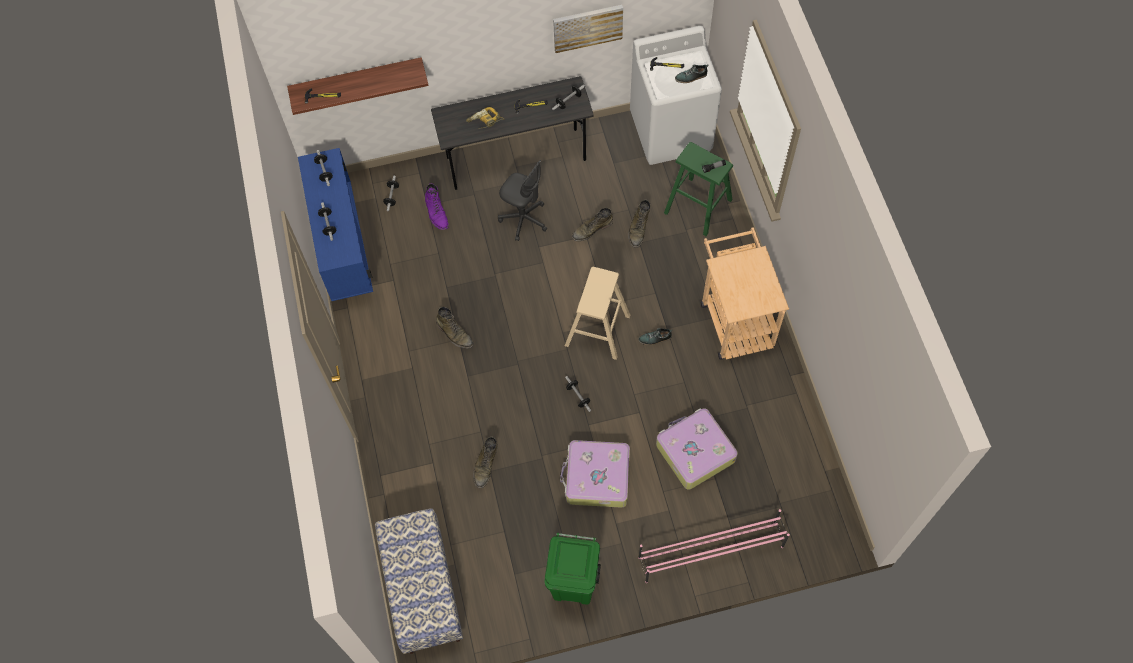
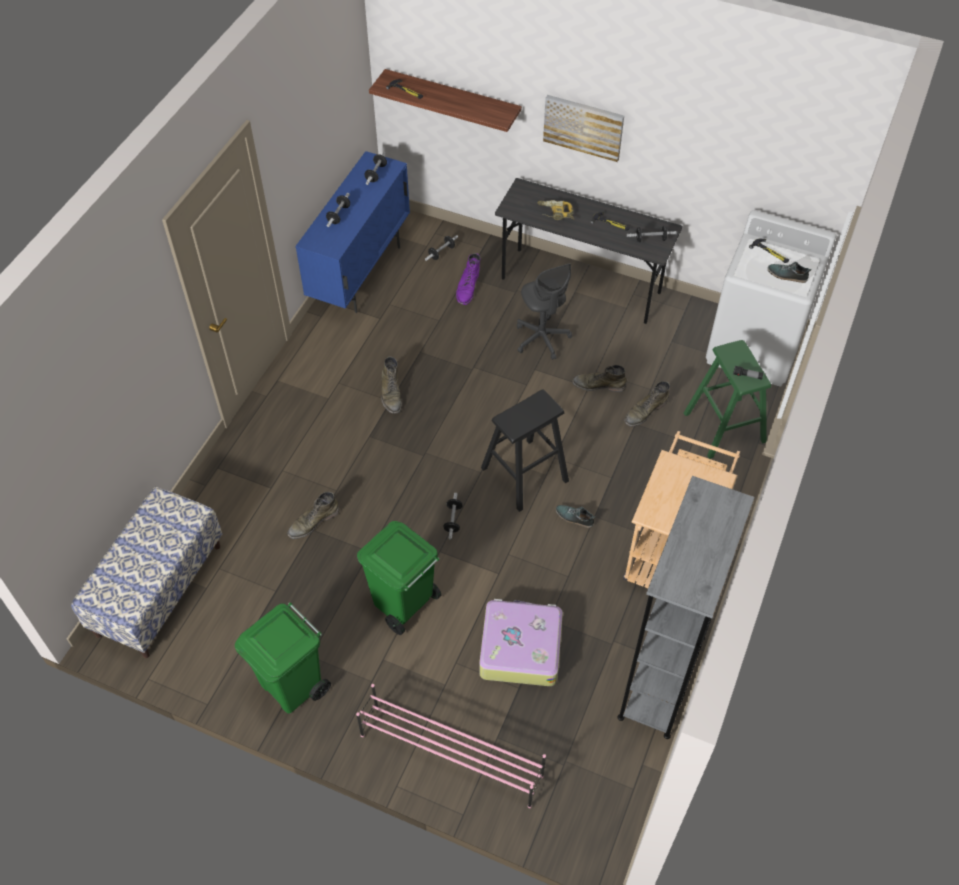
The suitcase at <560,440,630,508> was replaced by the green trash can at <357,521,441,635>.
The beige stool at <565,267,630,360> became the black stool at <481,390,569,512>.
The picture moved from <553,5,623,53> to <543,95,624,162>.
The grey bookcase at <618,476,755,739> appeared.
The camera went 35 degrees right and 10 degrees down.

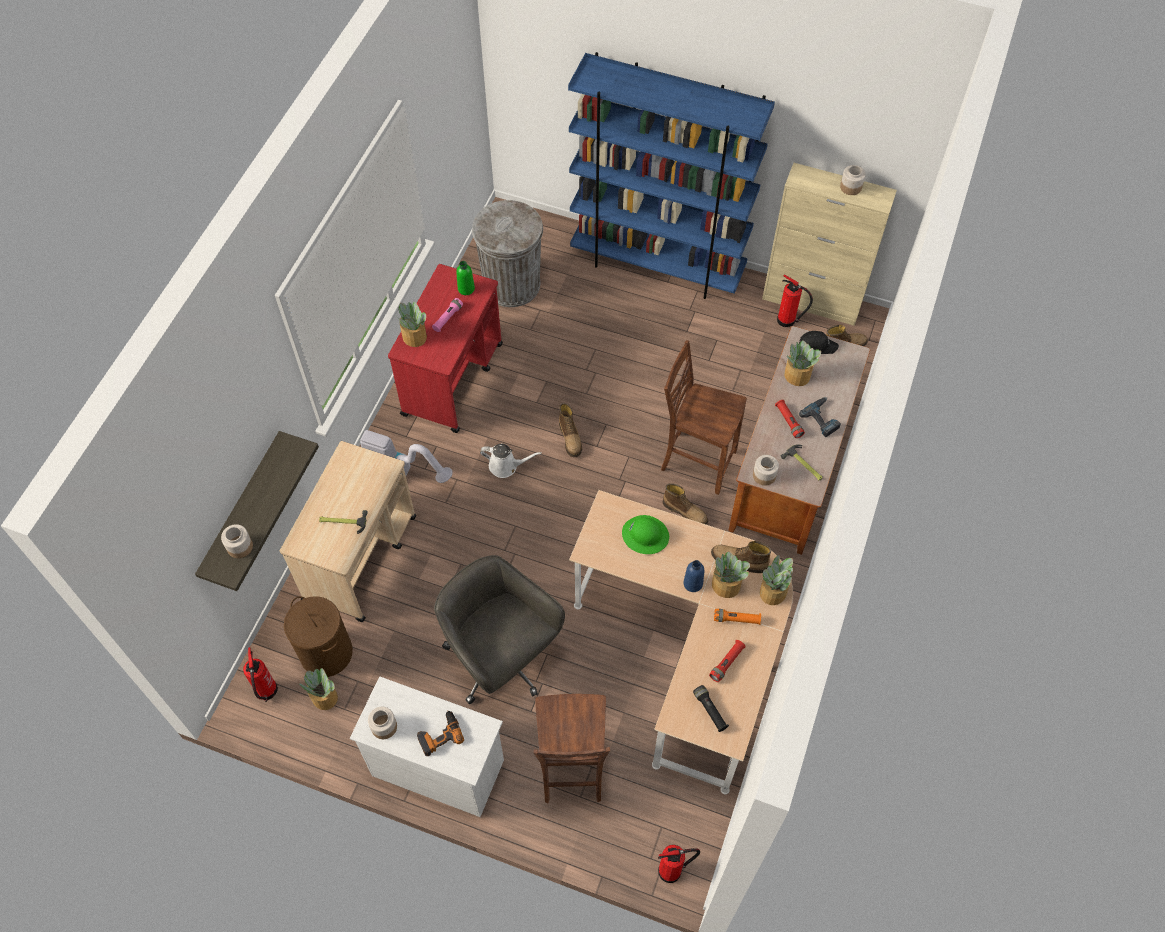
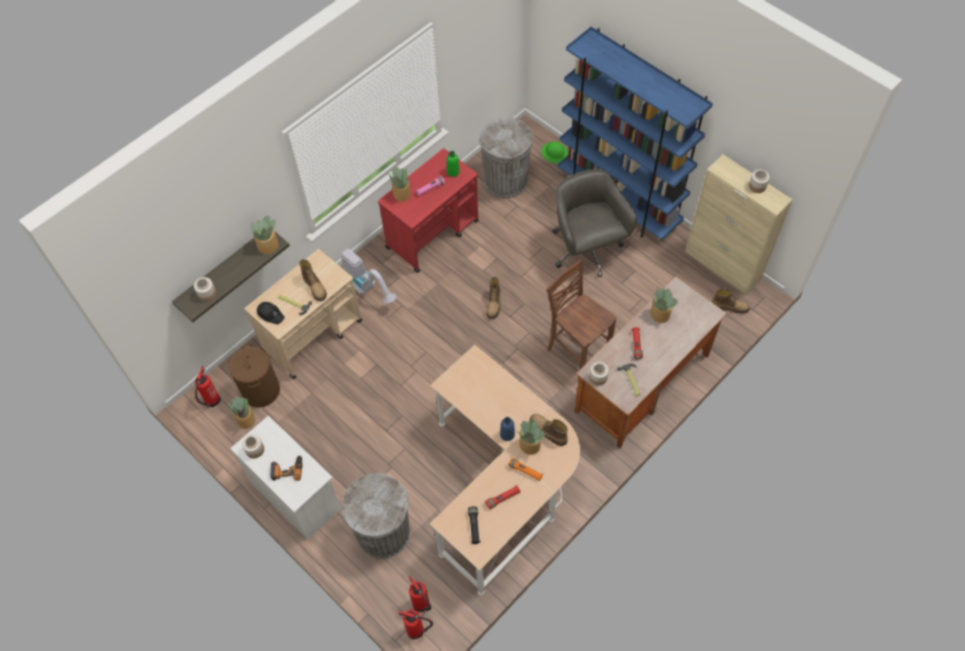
The potted plant moved from <760,554,793,605> to <251,215,279,254>.
The black cap moved from <799,331,839,354> to <257,302,285,324>.
The boot moved from <663,483,708,525> to <299,259,327,301>.
The brown chair at <533,694,610,803> was replaced by the grey trash can at <342,473,410,559>.
The fire extinguisher moved from <777,275,813,327> to <409,576,431,612>.
The green hard hat moved from <622,515,669,554> to <541,141,569,164>.
The grey office chair moved from <434,555,565,704> to <553,169,637,277>.
The white watering can at <480,444,542,478> disappeared.
The power drill at <799,397,841,437> disappeared.
The camera went 25 degrees right and 0 degrees up.

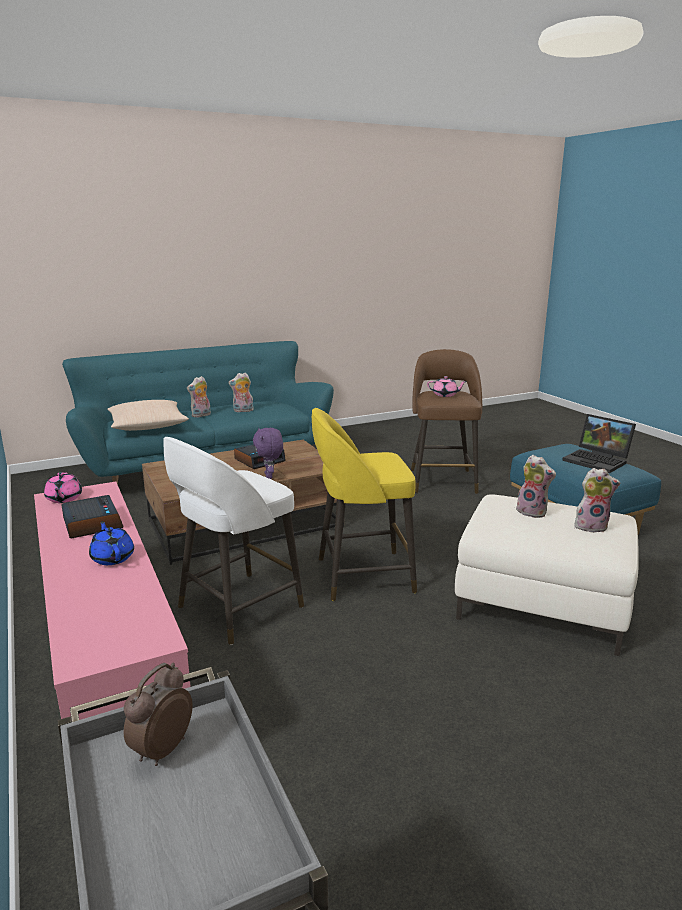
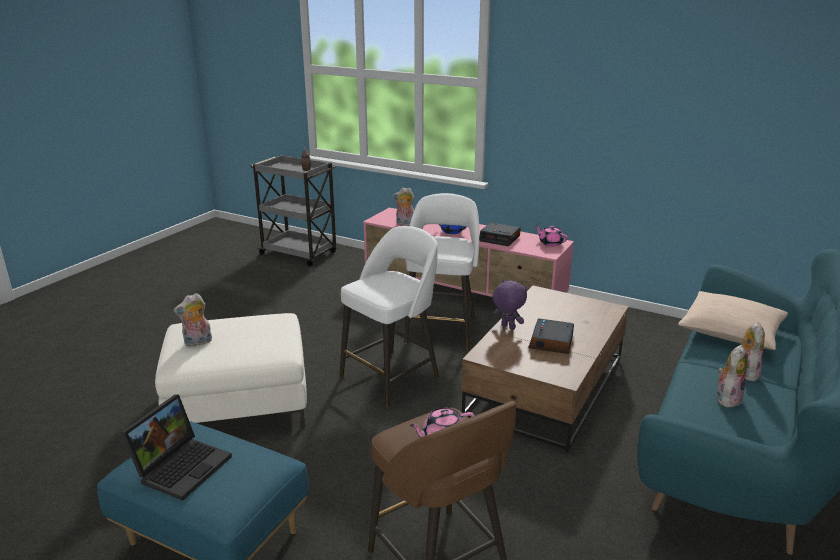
The laptop at <562,414,636,473> turned 105 degrees clockwise.
The yellow stool at <312,408,417,601> became the white stool at <339,226,439,407>.
The plush toy moved from <516,455,556,518> to <393,188,414,226>.
The camera went 145 degrees right and 5 degrees up.

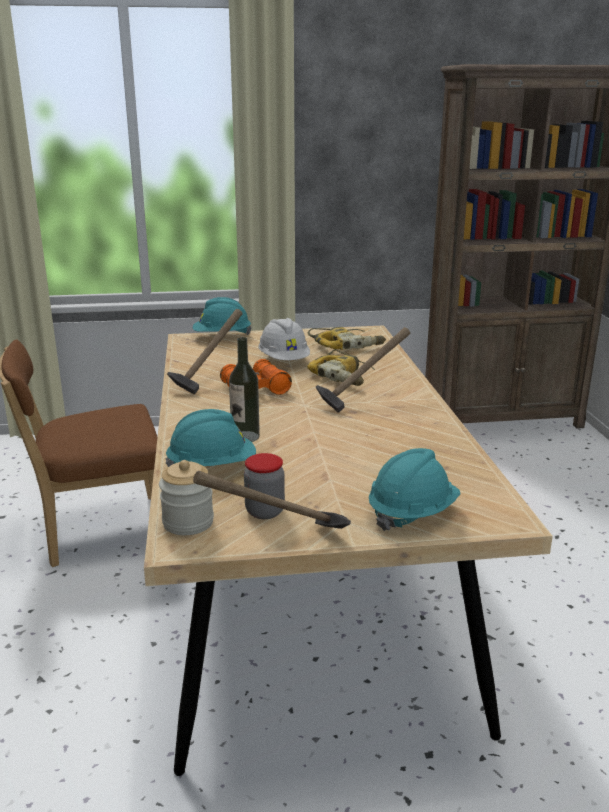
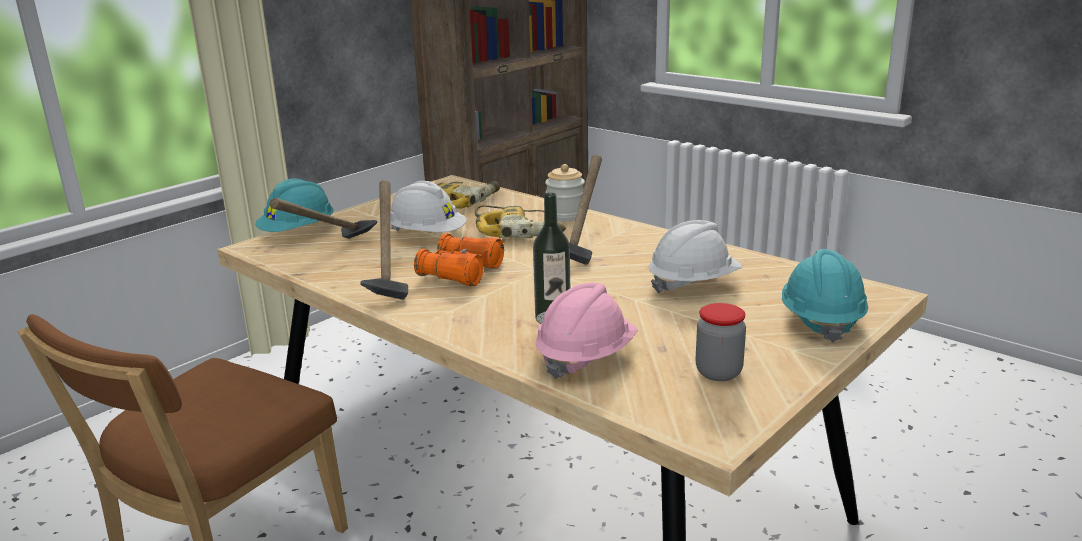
The hammer moved from <193,471,351,529> to <270,198,377,239>.
The turquoise hard hat at <165,409,256,467> became the pink hard hat at <535,283,638,379>.
The jar moved from <159,460,214,535> to <545,164,585,221>.
The white hard hat at <648,220,742,294> appeared.
The camera went 40 degrees left and 0 degrees up.

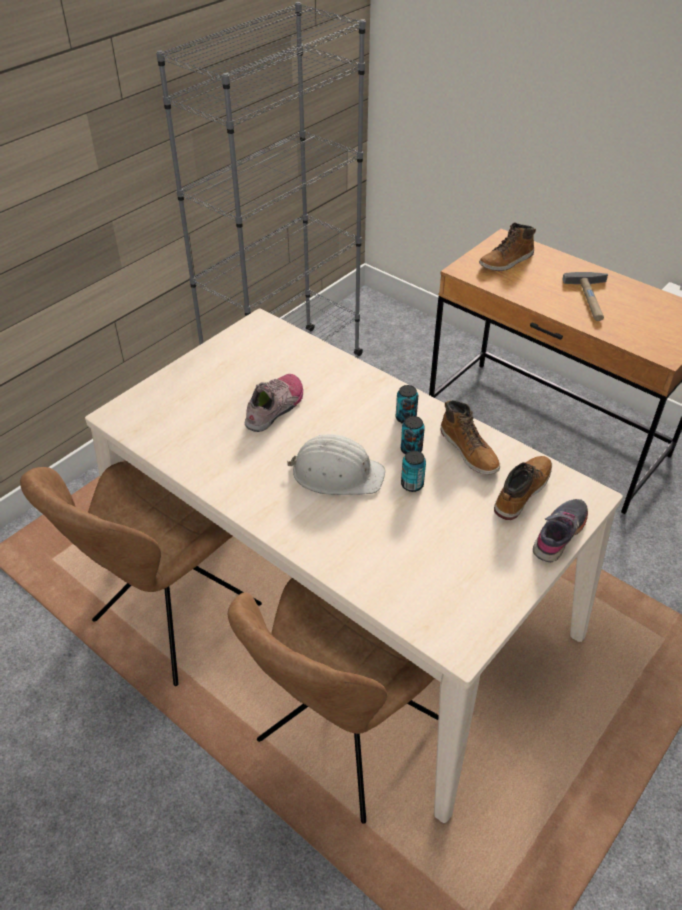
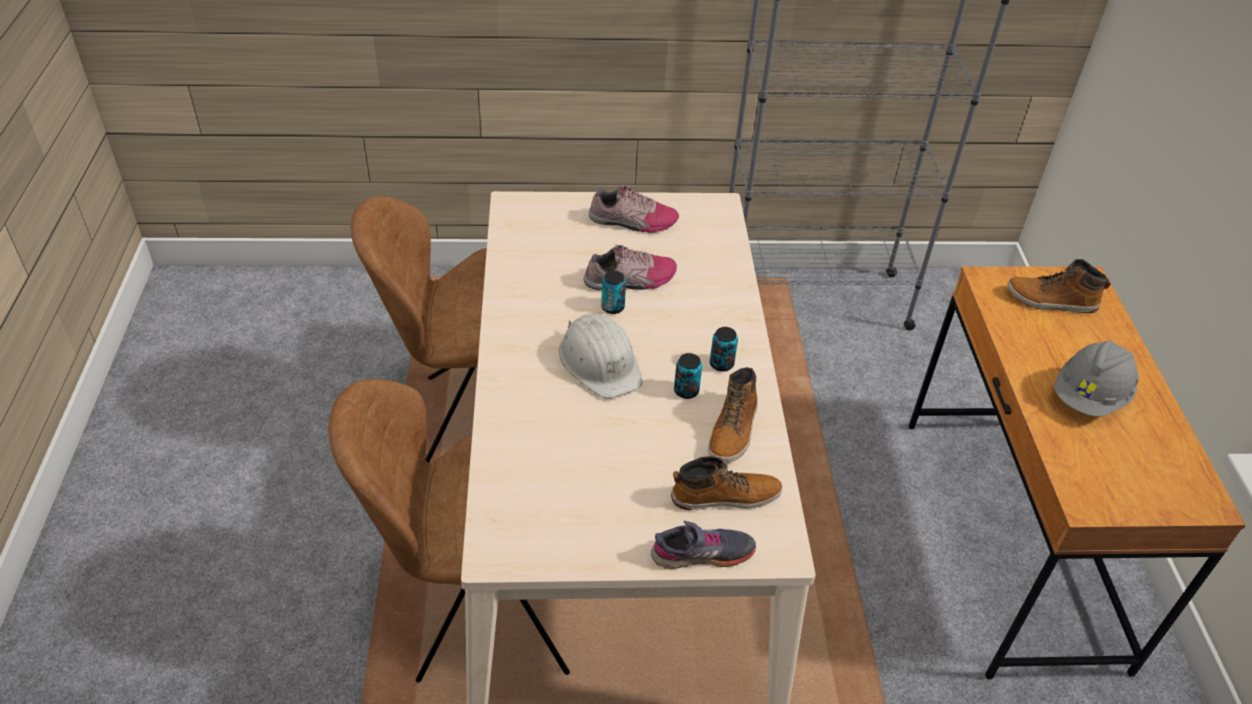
The shoe at <589,185,679,233> appeared.
The can moved from <401,450,426,492> to <601,271,626,314>.
The hammer at <563,272,608,321> was replaced by the grey hard hat at <1054,341,1139,416>.
The camera went 45 degrees right and 0 degrees up.

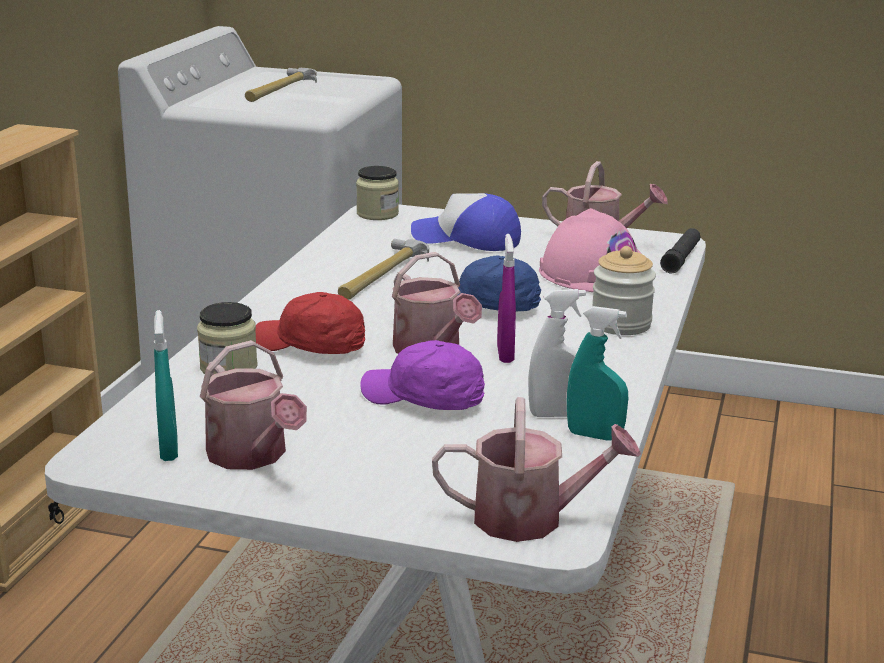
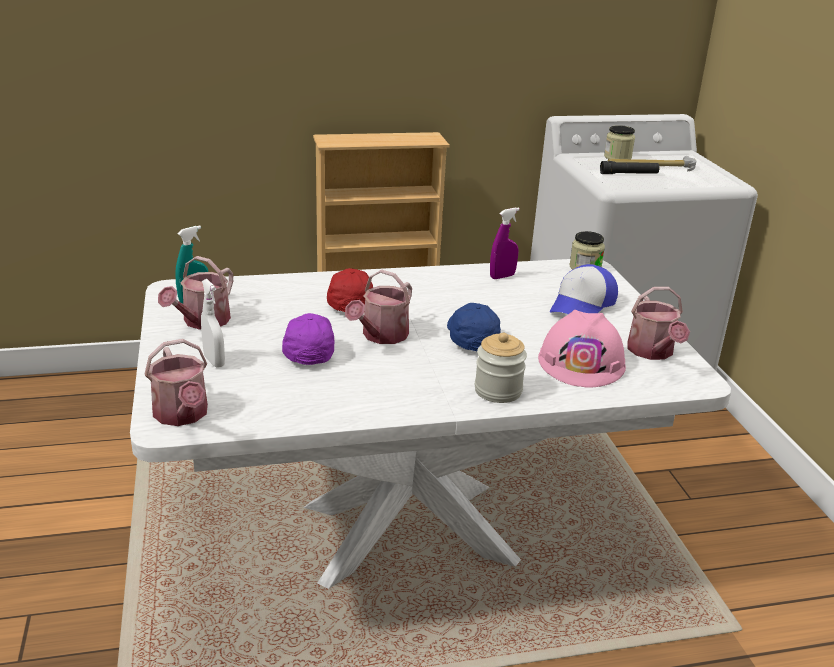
The white spray bottle moved from <528,289,586,417> to <201,279,225,368>.
The purple spray bottle moved from <497,234,516,363> to <490,207,520,279>.
The cap at <411,193,521,251> turned 135 degrees counterclockwise.
The black flashlight moved from <660,228,701,273> to <600,161,659,174>.
The jar moved from <197,302,258,374> to <604,125,635,159>.
The hammer at <338,239,429,300> disappeared.
The turquoise spray bottle at <567,306,628,441> disappeared.
The camera went 60 degrees right and 5 degrees up.

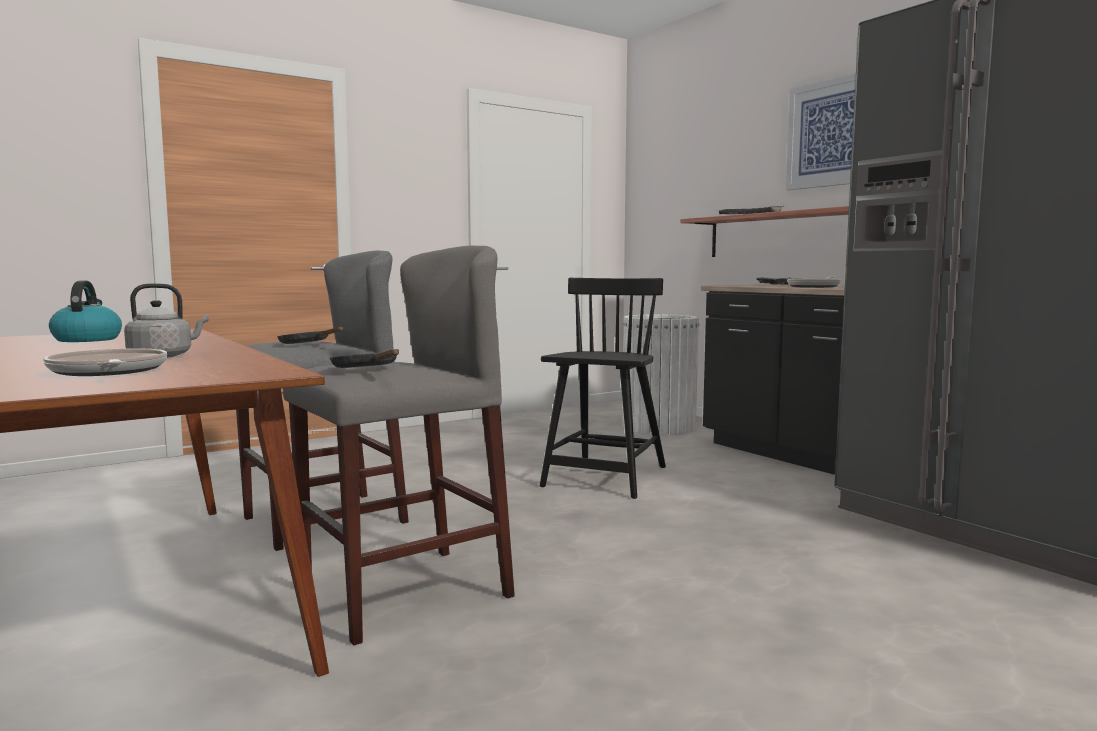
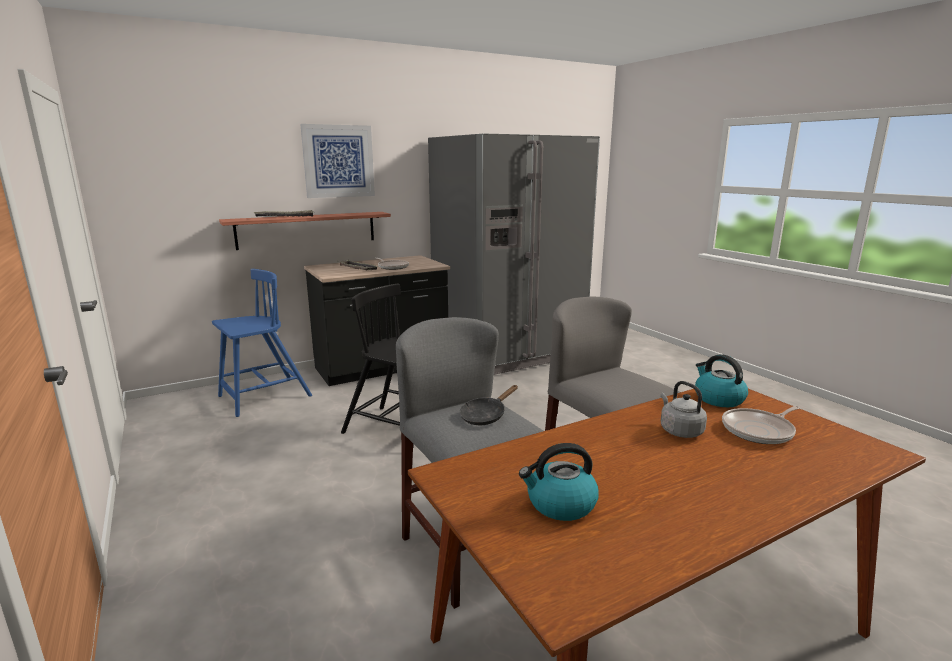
The white trash can at <623,314,699,435> was replaced by the blue chair at <212,269,312,417>.
The kettle at <695,354,748,407> appeared.
The black frying pan at <330,349,399,368> disappeared.
The camera went 85 degrees left and 10 degrees up.

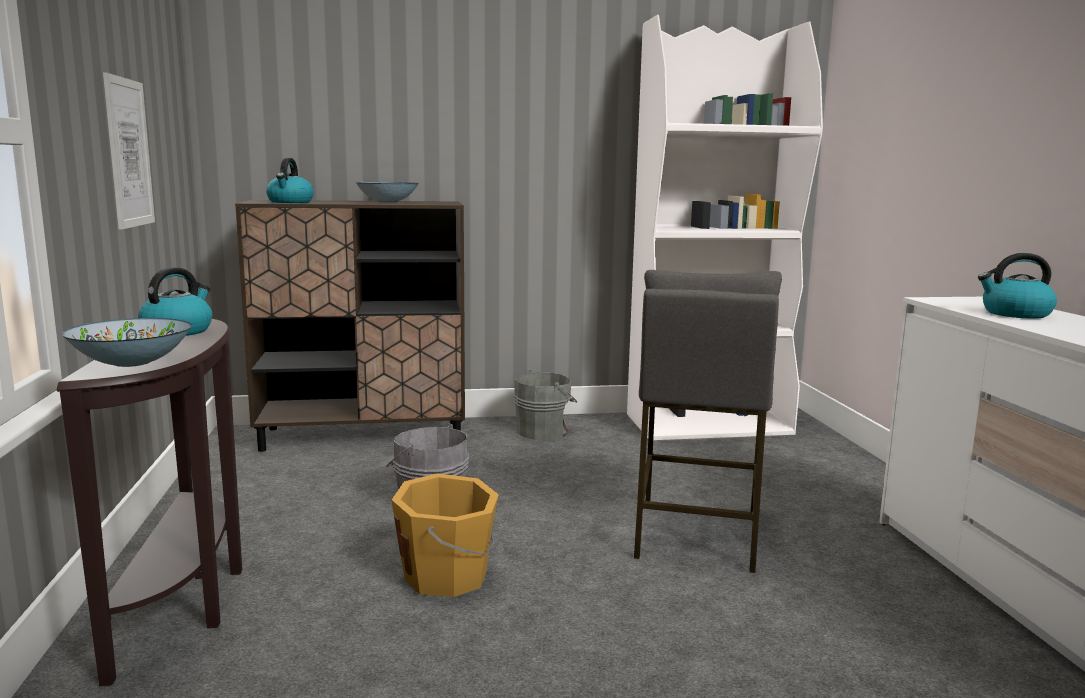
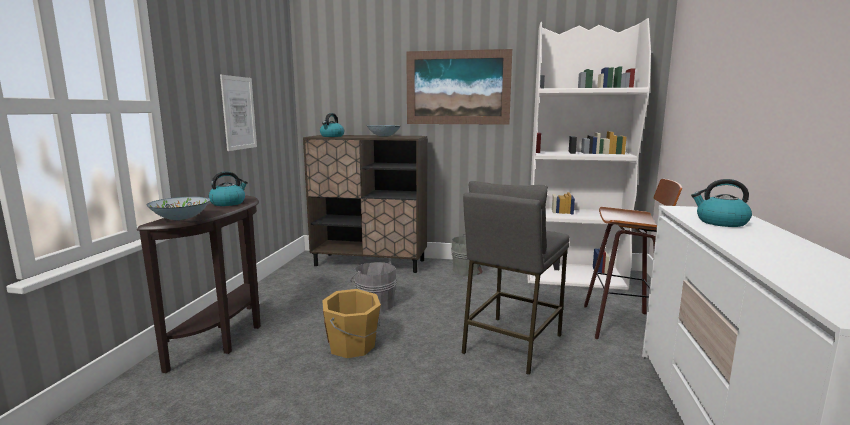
The picture at <406,49,512,125> appeared.
The stool at <584,179,682,339> appeared.
The camera went 20 degrees right and 0 degrees up.

